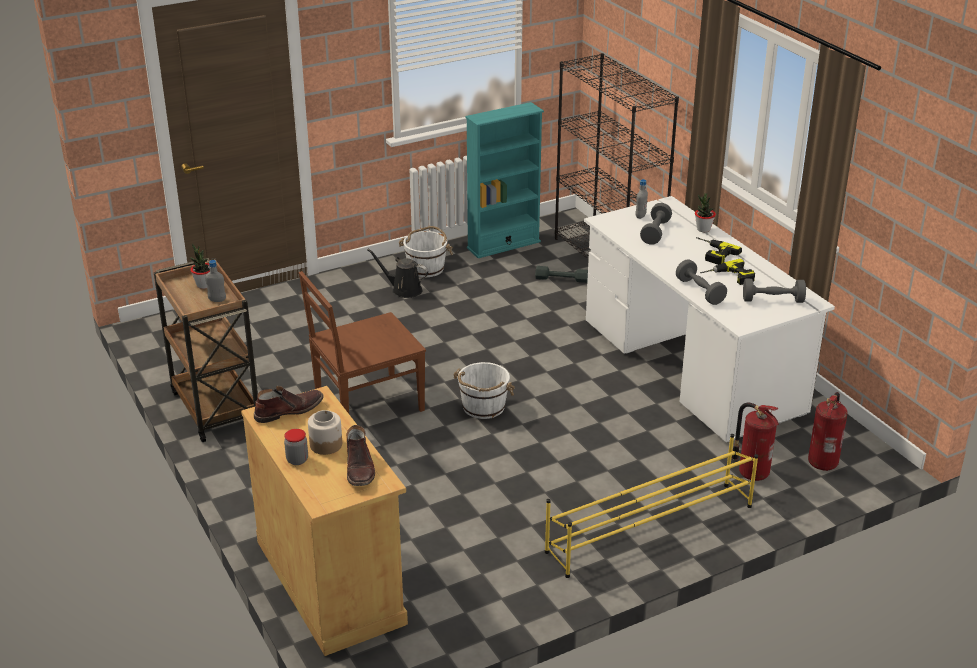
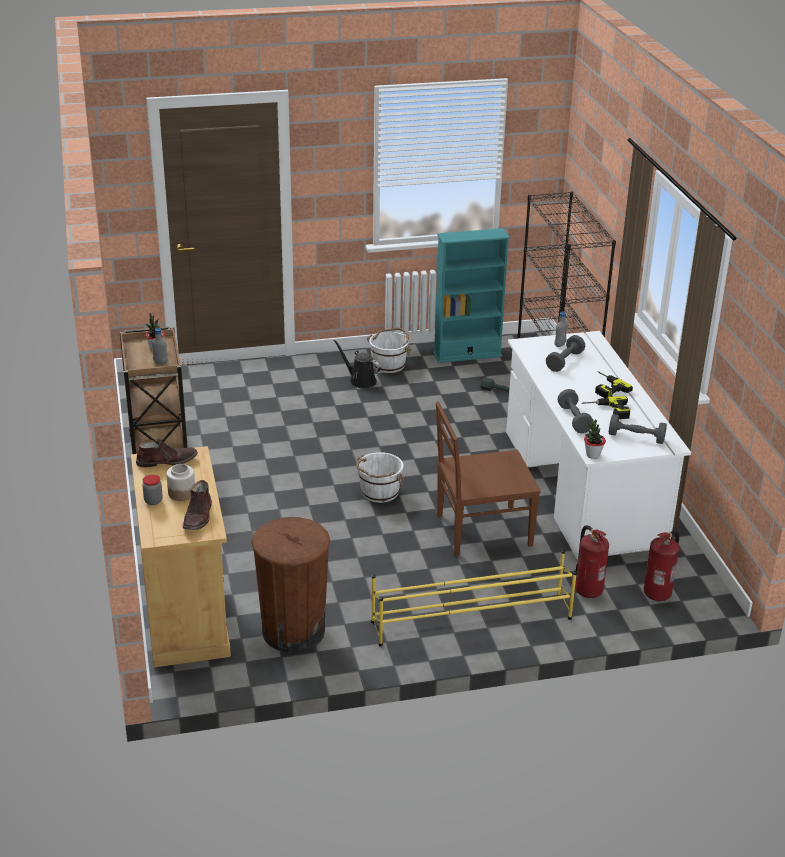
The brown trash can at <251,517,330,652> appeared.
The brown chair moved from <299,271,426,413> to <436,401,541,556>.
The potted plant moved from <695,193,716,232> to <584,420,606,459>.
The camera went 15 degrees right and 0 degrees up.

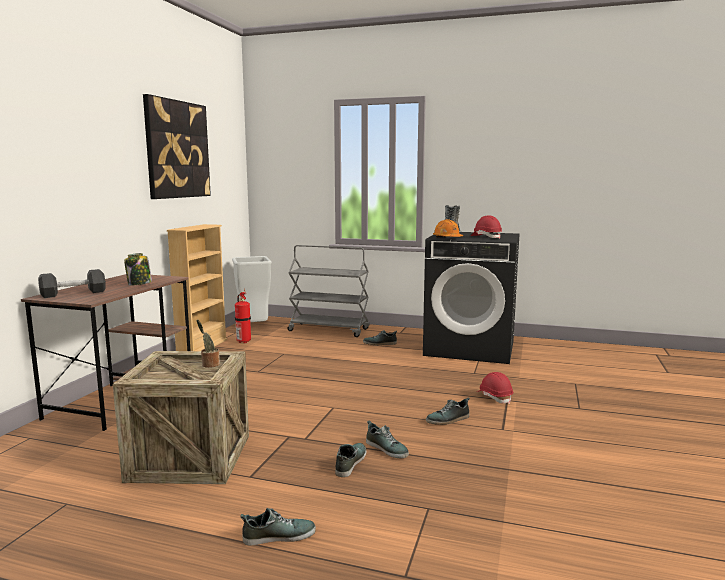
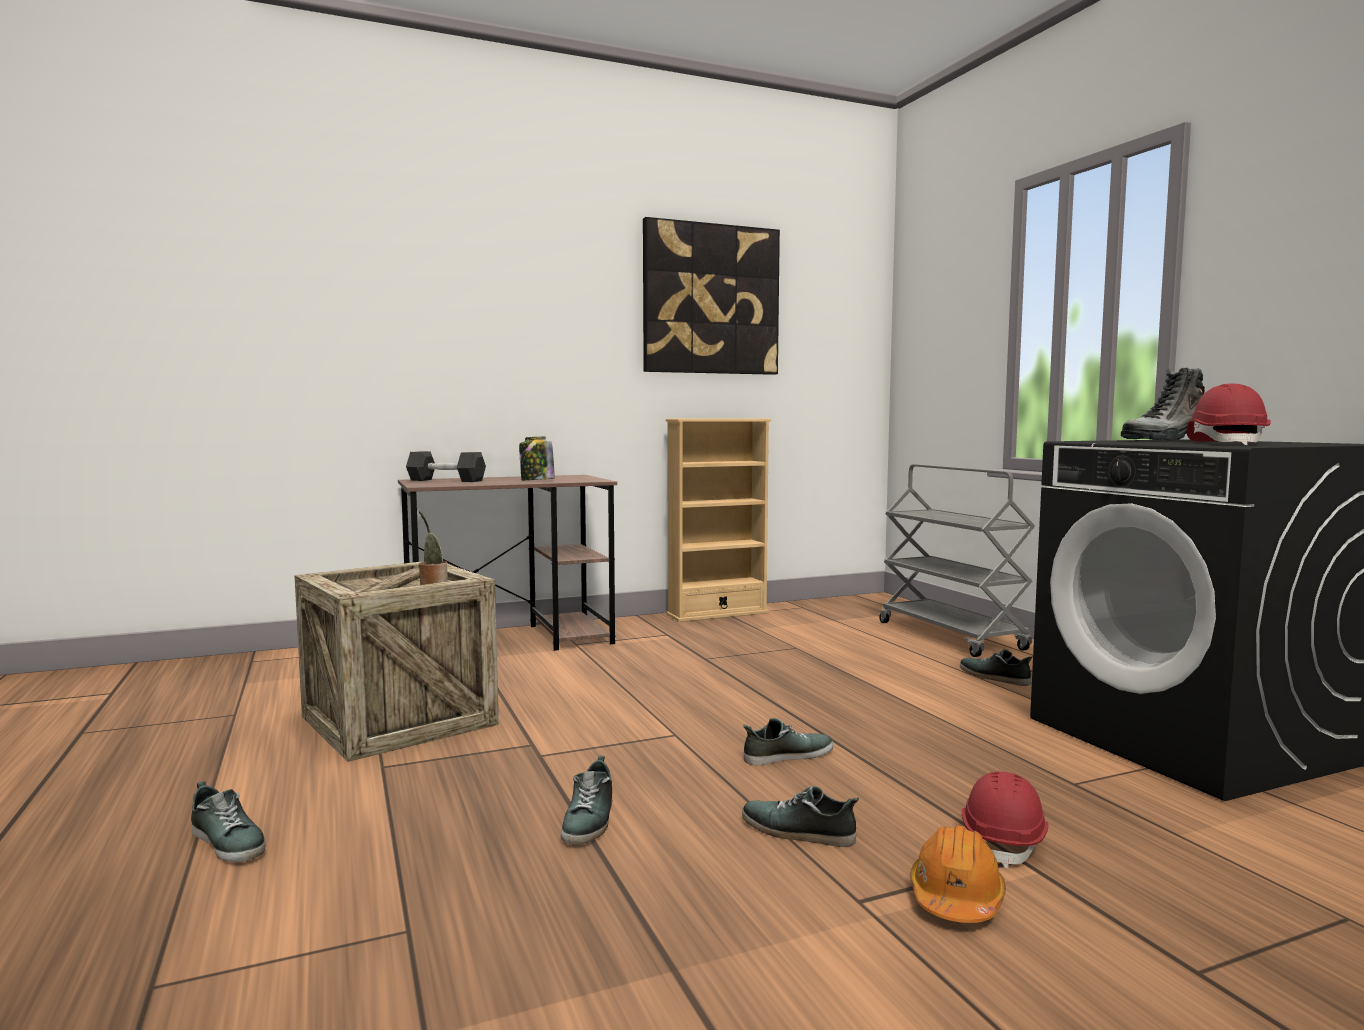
The shoe moved from <335,443,367,477> to <743,718,833,765>.
The orange hard hat moved from <433,219,463,237> to <910,825,1006,923>.
The grey trash can at <232,256,272,322> disappeared.
The fire extinguisher at <235,289,251,344> disappeared.
The camera went 50 degrees right and 5 degrees down.

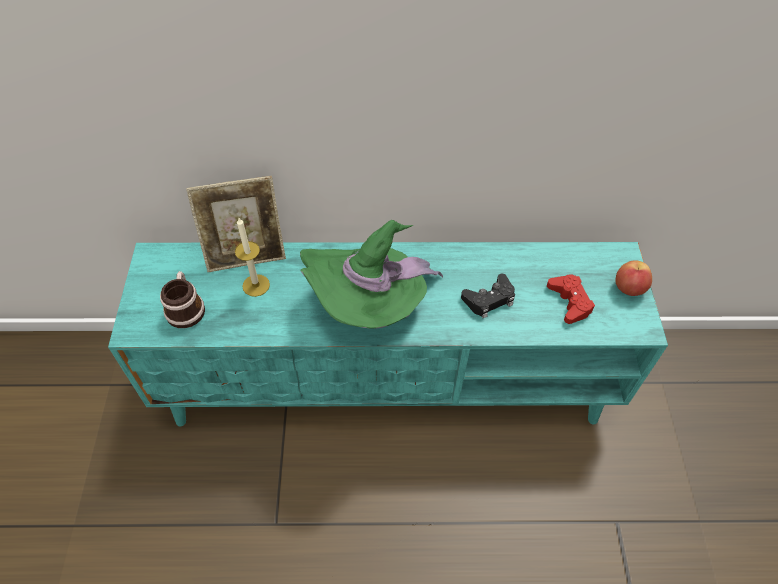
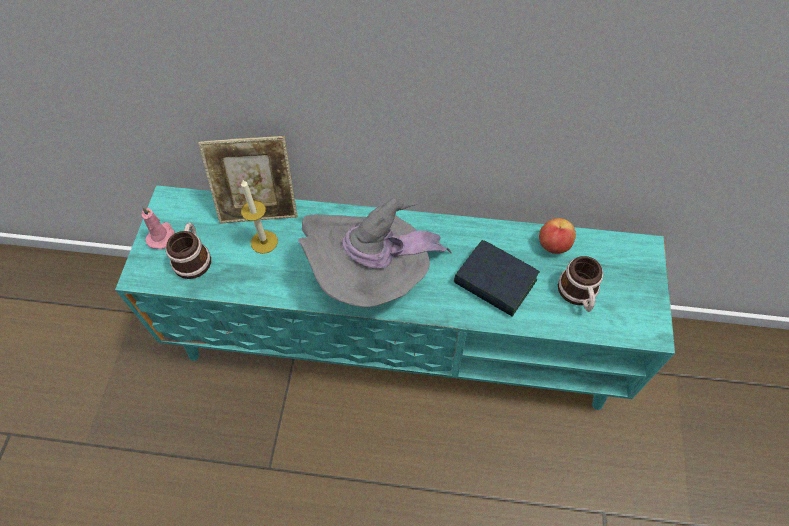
The pink candle at <142,206,175,249> appeared.
The green hat at <300,220,443,329> became the grey hat at <298,198,452,307>.
The black game controller at <461,274,515,318> was replaced by the book at <454,240,540,317>.
The apple moved from <615,260,652,296> to <539,218,576,254>.
The red game controller at <547,274,595,324> was replaced by the mug at <558,256,603,312>.
The camera went 10 degrees right and 5 degrees up.

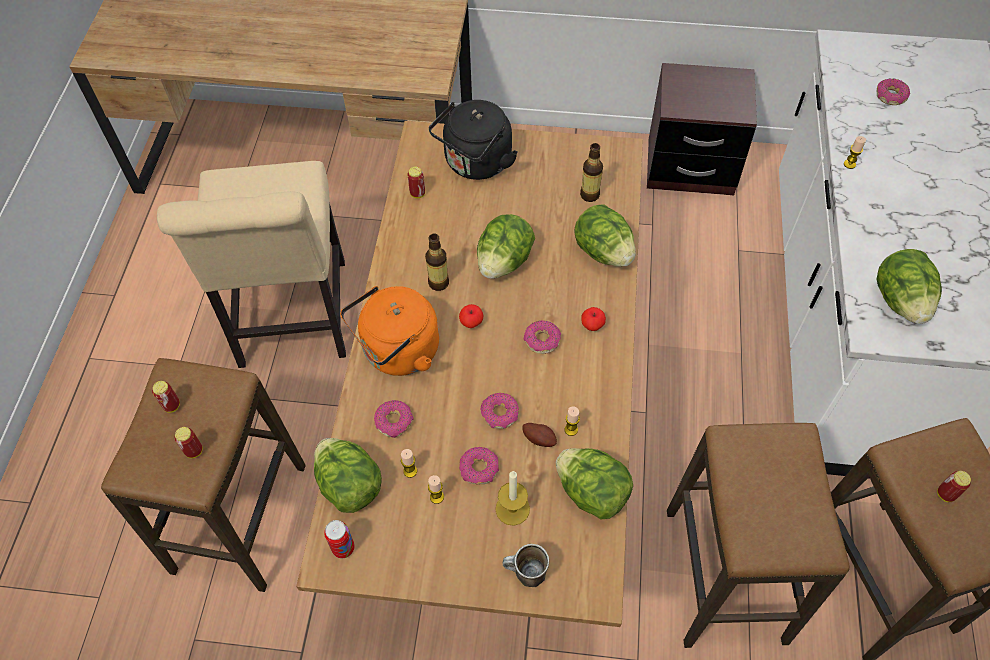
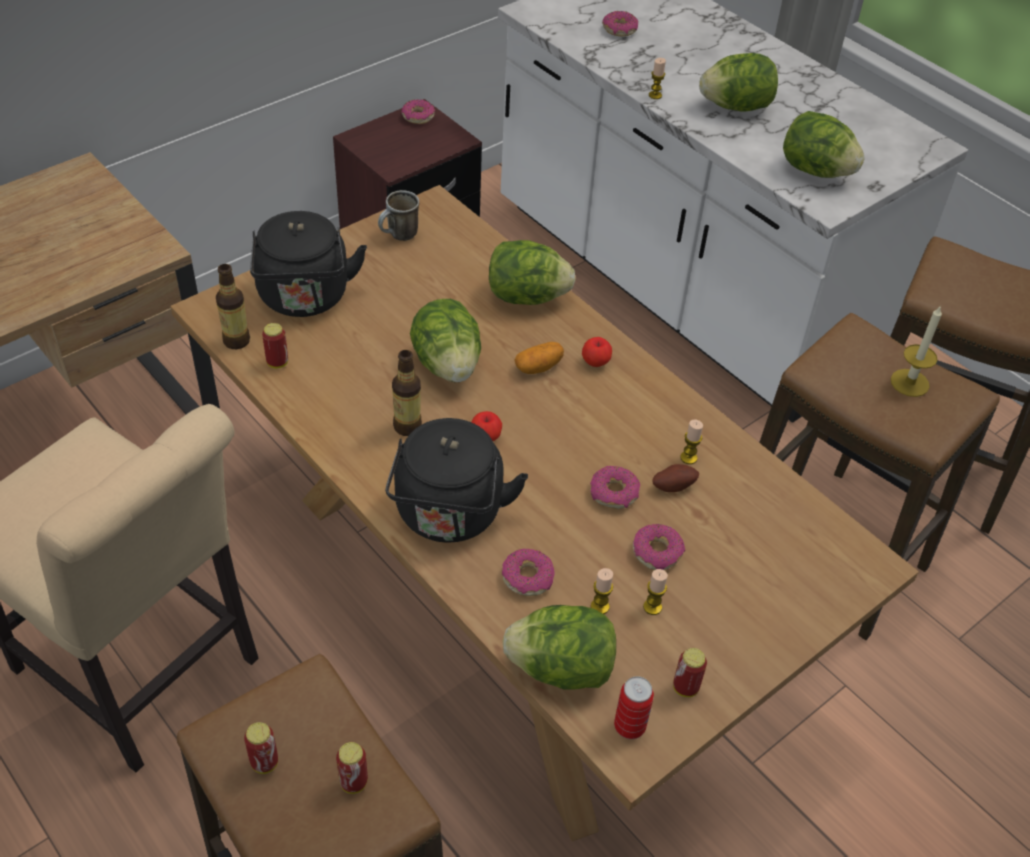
The bottle moved from <580,143,603,202> to <216,264,250,349>.
The mug moved from <503,544,549,587> to <378,190,419,241>.
The orange kettle at <340,286,439,376> became the black kettle at <385,418,528,543>.
The donut moved from <524,320,561,354> to <401,99,435,124>.
The potato at <514,342,564,374> appeared.
The can moved from <937,471,971,502> to <673,648,707,697>.
The lettuce moved from <556,448,633,520> to <699,53,778,112>.
The candle moved from <496,471,530,526> to <891,305,942,397>.
The camera went 50 degrees left and 10 degrees down.

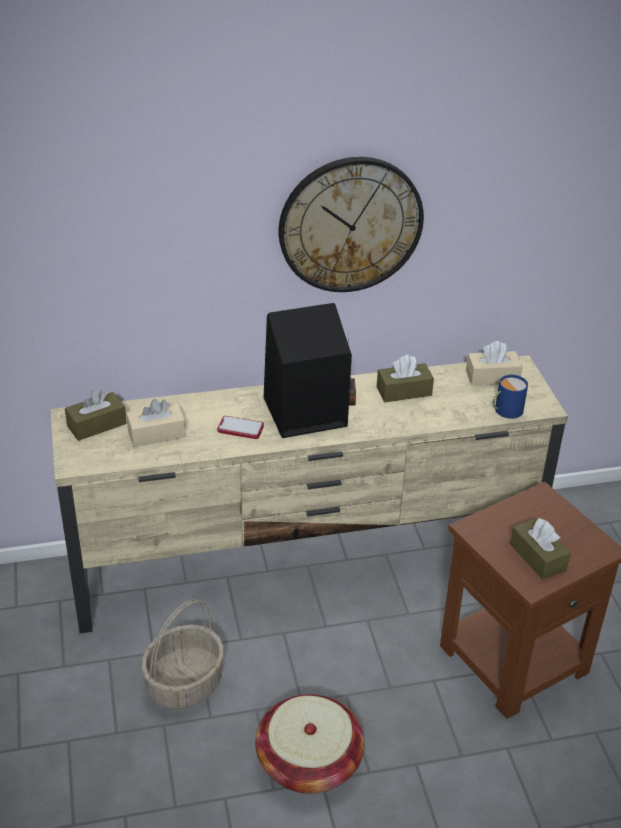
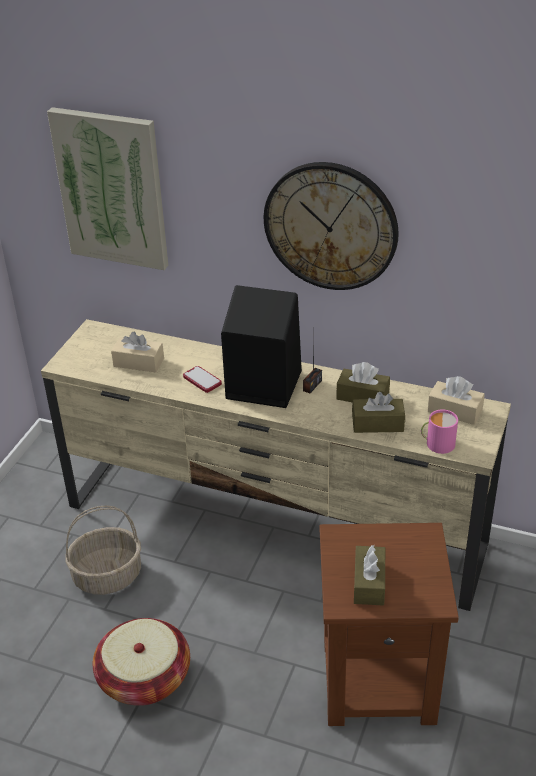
The picture at <47,107,168,270> appeared.
The brown tissue box moved from <65,389,127,441> to <352,392,405,433>.
The blue mug at <493,375,528,419> became the pink mug at <421,409,458,454>.
The camera went 35 degrees right and 0 degrees up.

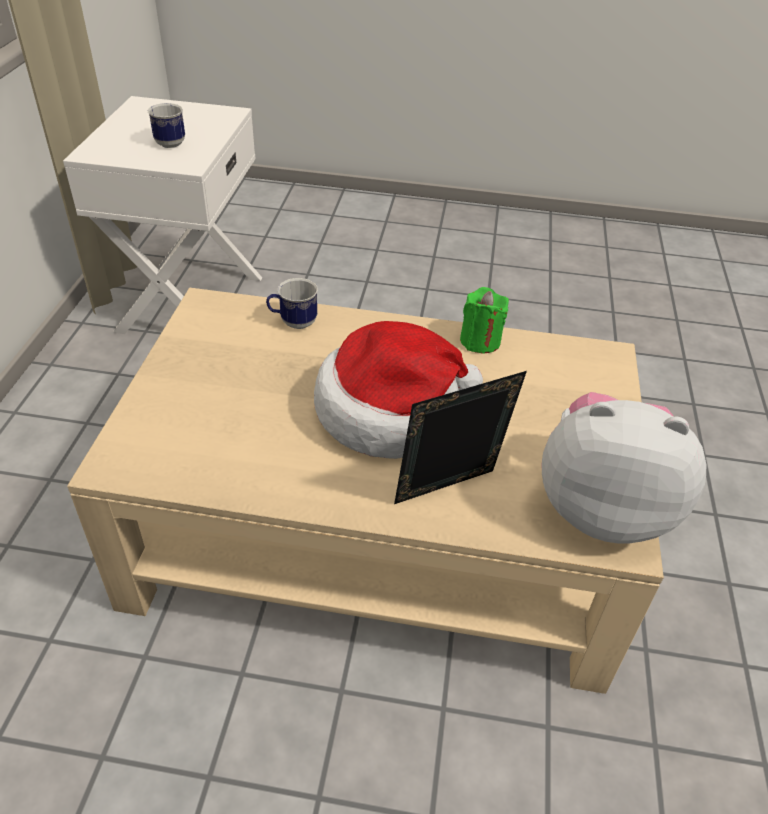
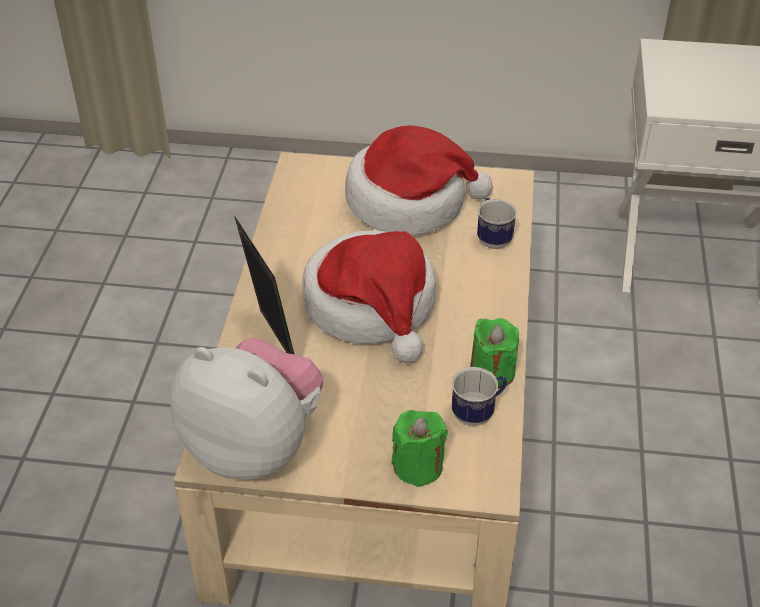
The plush toy at <542,392,706,543> turned 75 degrees counterclockwise.
The hat at <345,125,493,236> appeared.
The green candle at <392,410,448,487> appeared.
The mug moved from <147,103,185,148> to <452,367,507,426>.
The camera went 90 degrees right and 0 degrees up.

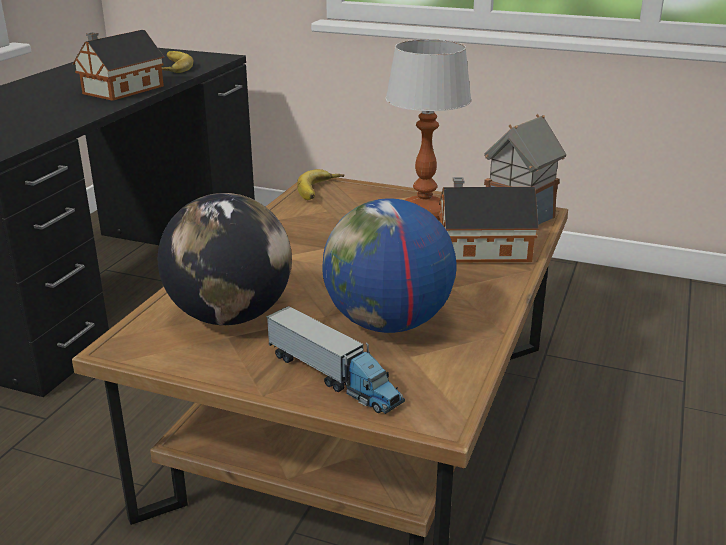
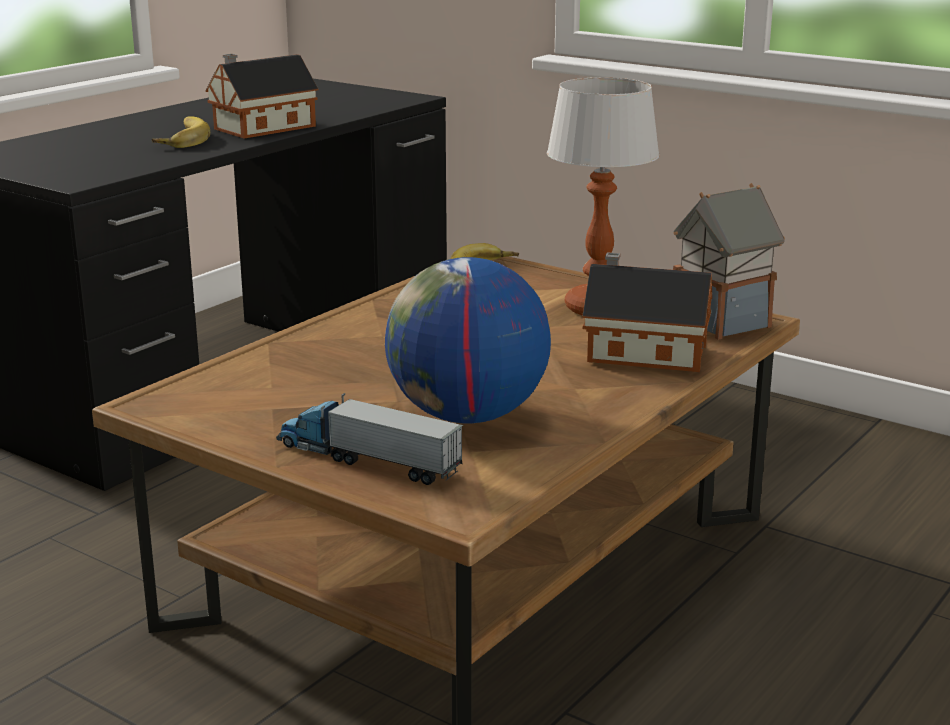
The banana moved from <162,51,193,73> to <152,116,210,148>.
The toy truck at <266,306,405,414> turned 150 degrees clockwise.
The globe at <158,193,292,325> disappeared.
The camera went 15 degrees right and 5 degrees down.

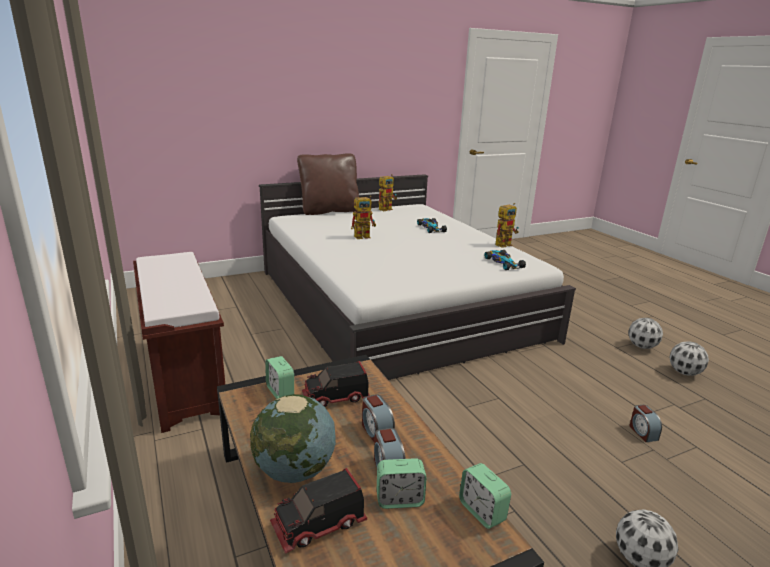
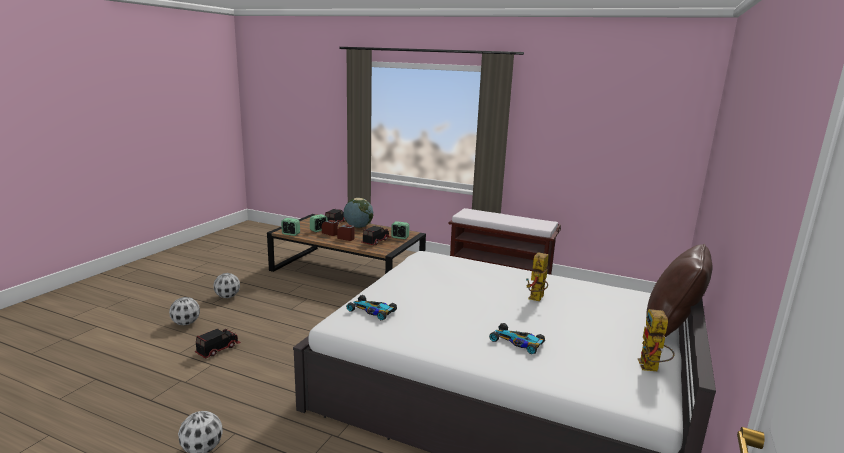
The football moved from <669,342,709,376> to <169,297,200,325>.
The alarm clock at <629,405,662,442> was replaced by the toy truck at <195,329,241,359>.
The toy robot at <495,203,519,248> disappeared.
The camera went 140 degrees right and 5 degrees down.

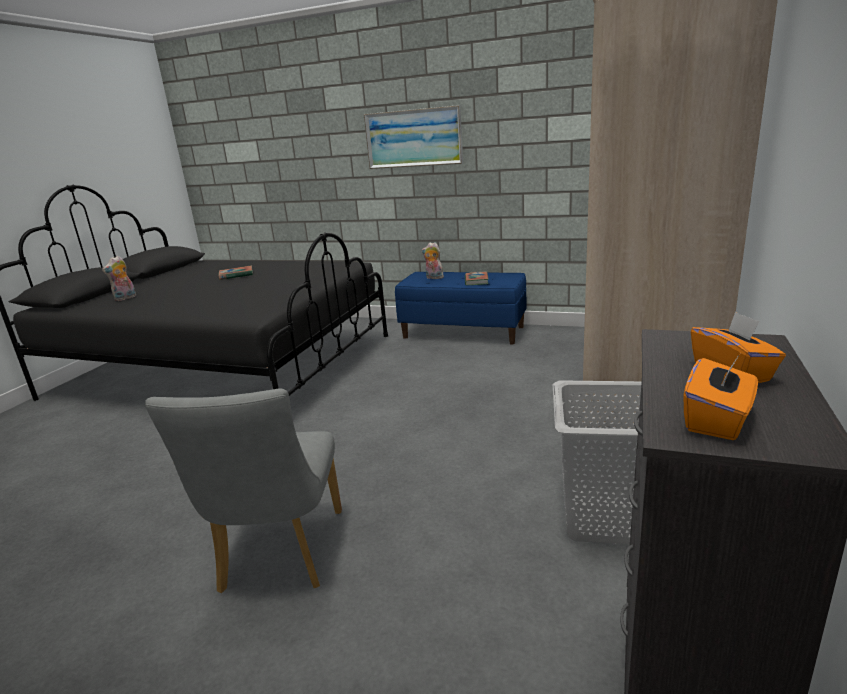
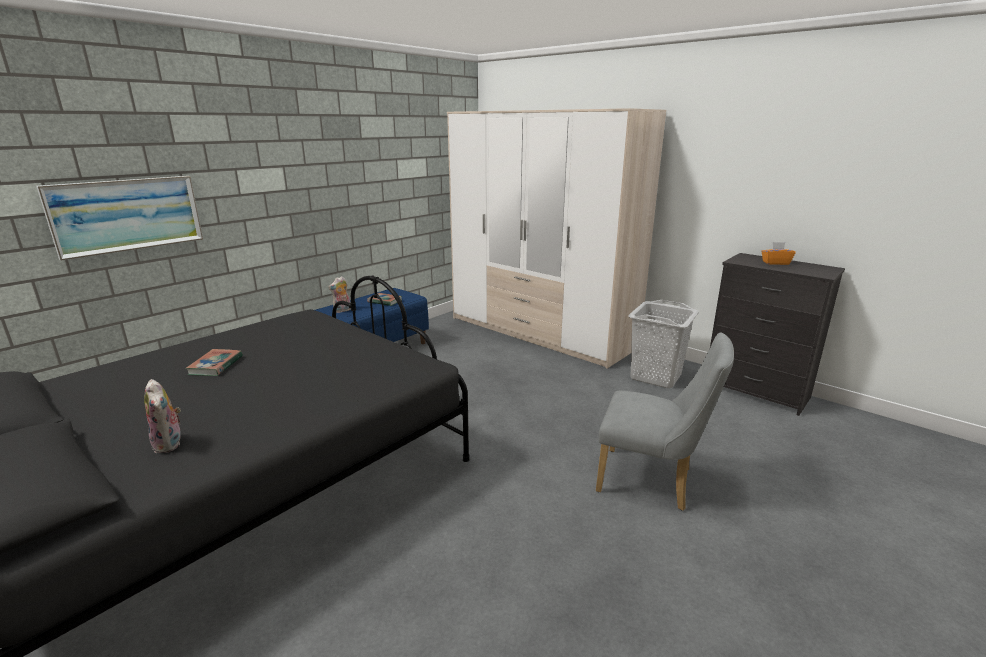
The picture moved from <364,105,463,169> to <36,176,203,261>.
The orange tissue box at <683,354,758,440> disappeared.
The camera went 70 degrees left and 0 degrees up.

